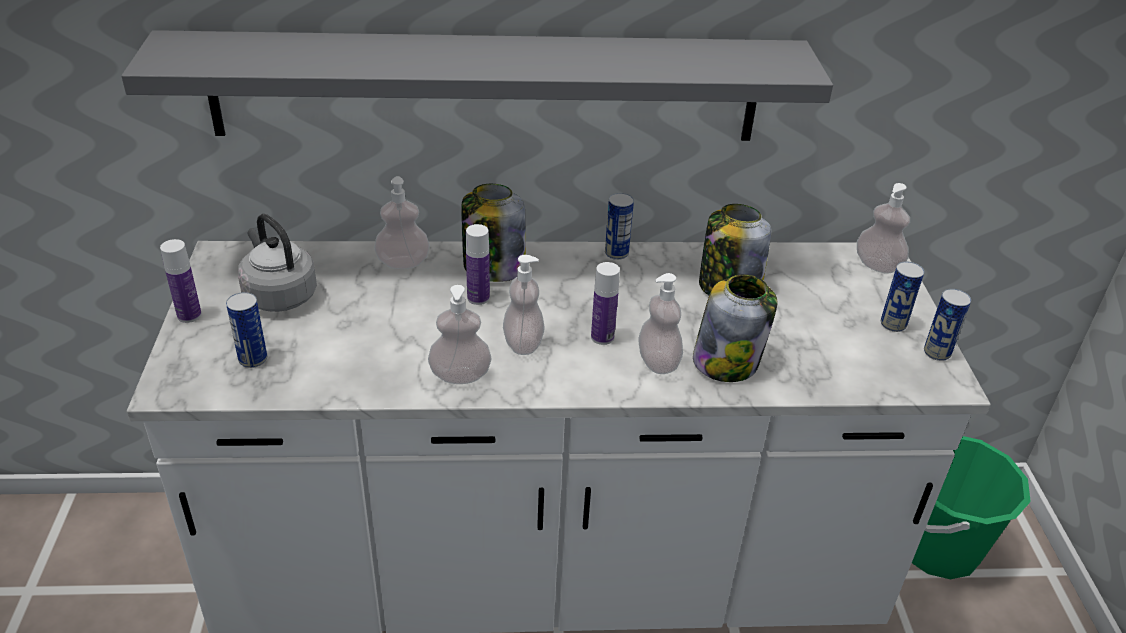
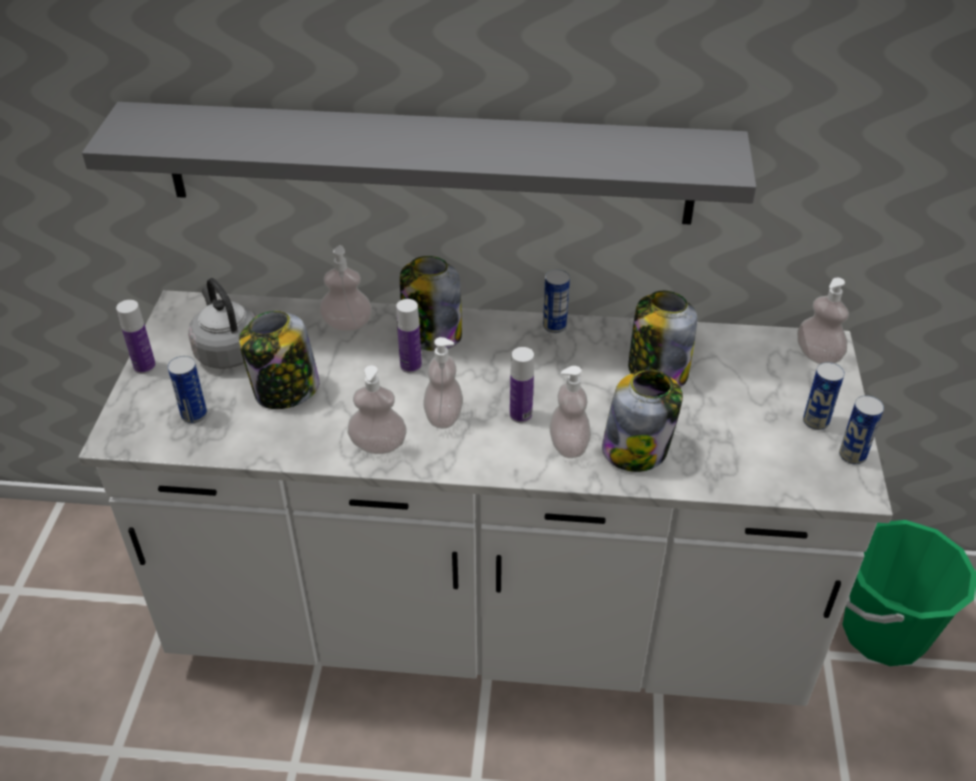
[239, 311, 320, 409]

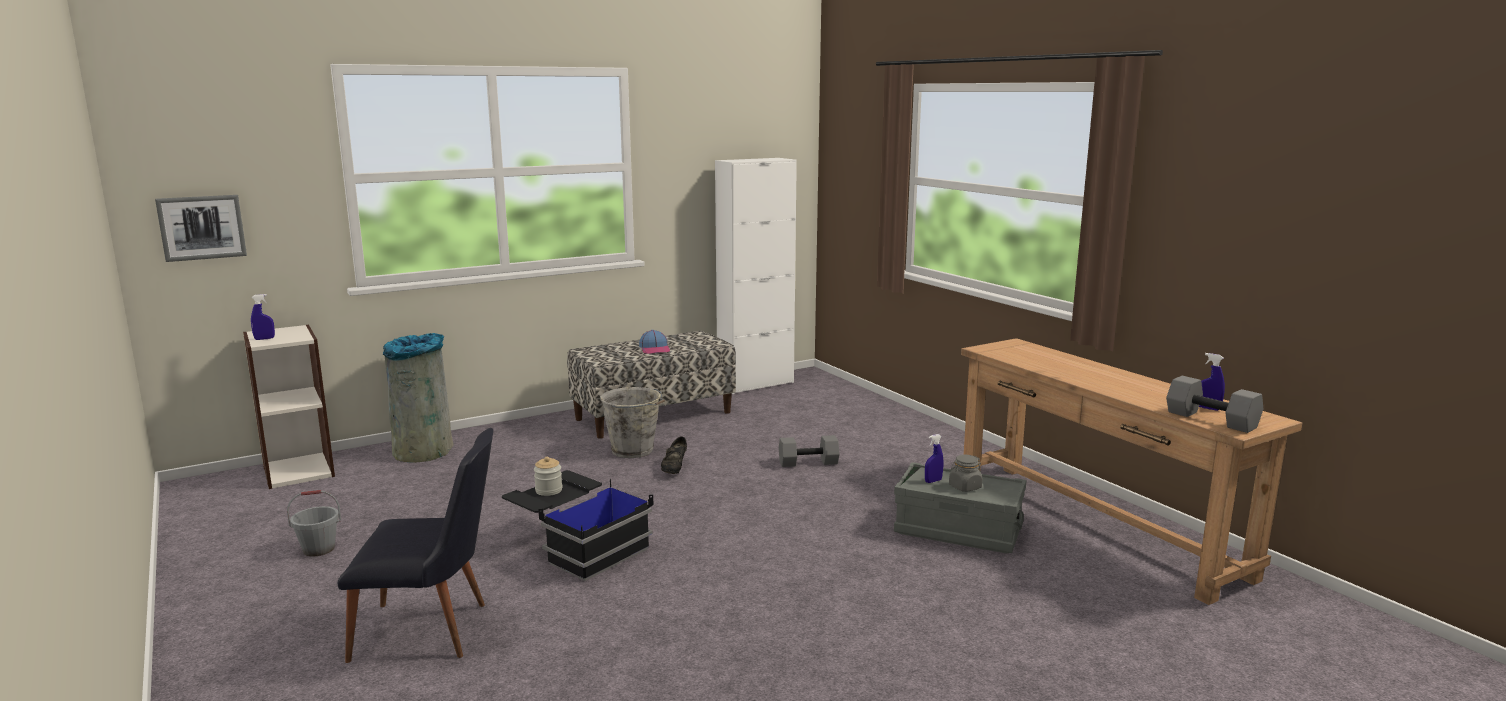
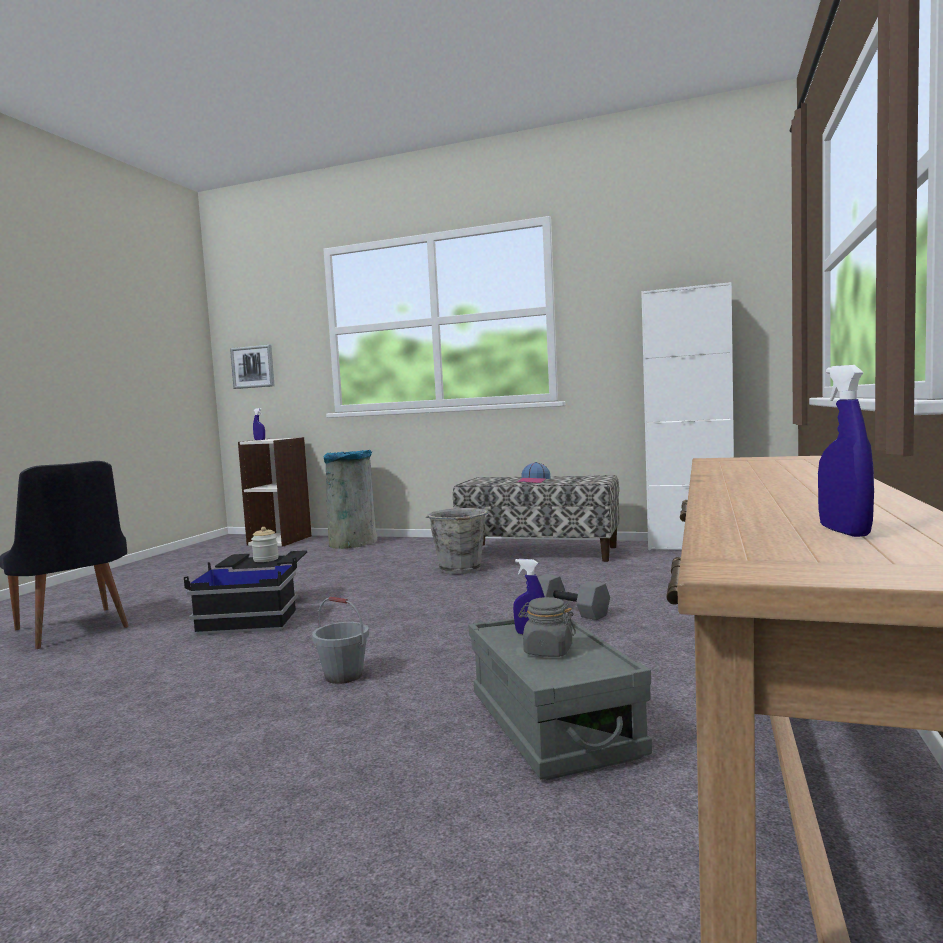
[312, 597, 369, 684]
[661, 436, 687, 474] (first image)
[1166, 376, 1263, 433] (first image)

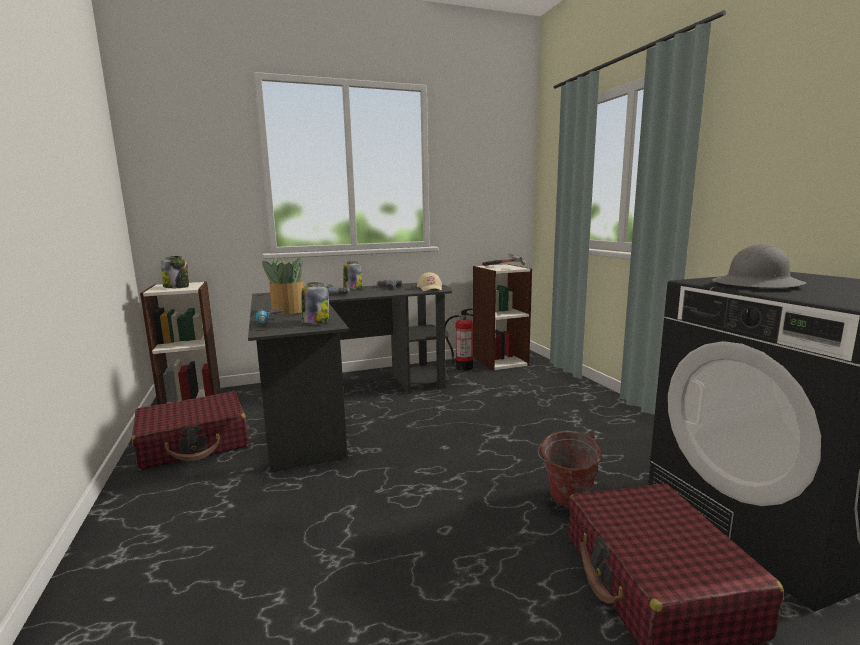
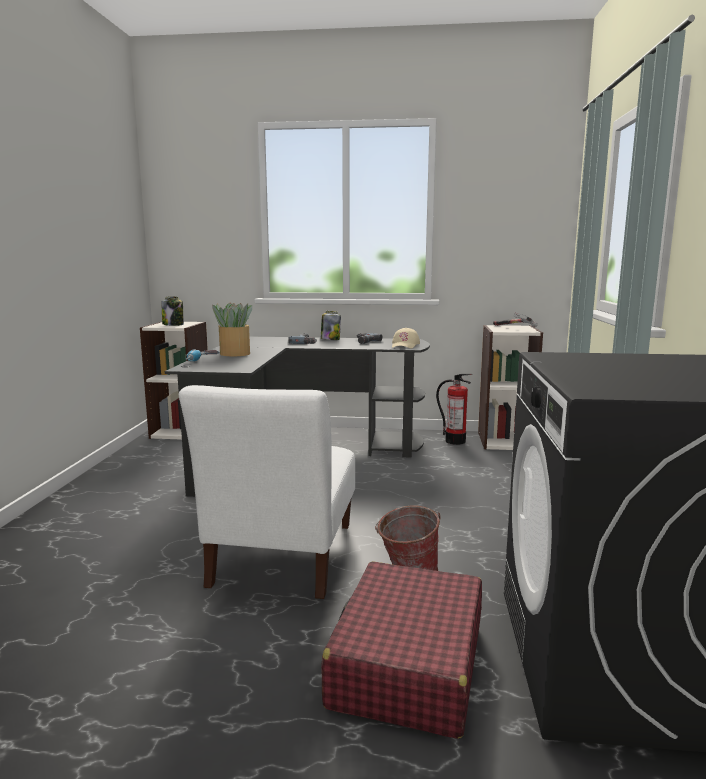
[179, 385, 355, 599]
[132, 392, 249, 470] (first image)
[302, 283, 329, 324] (first image)
[712, 244, 806, 288] (first image)

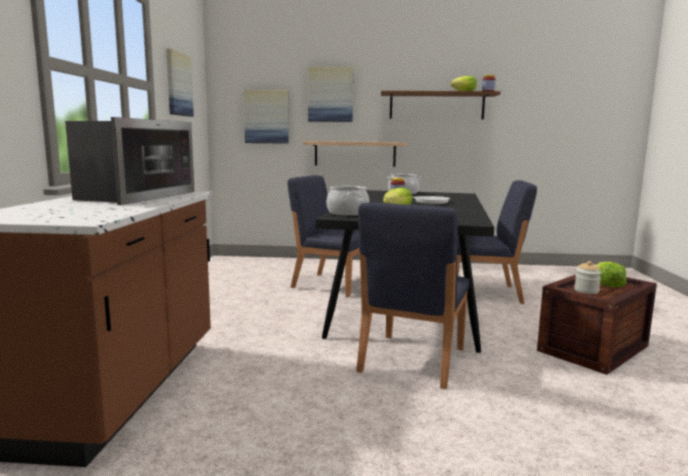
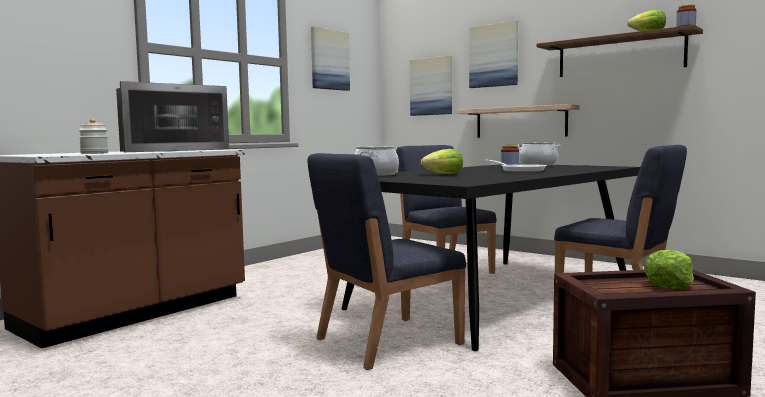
[79, 118, 109, 154]

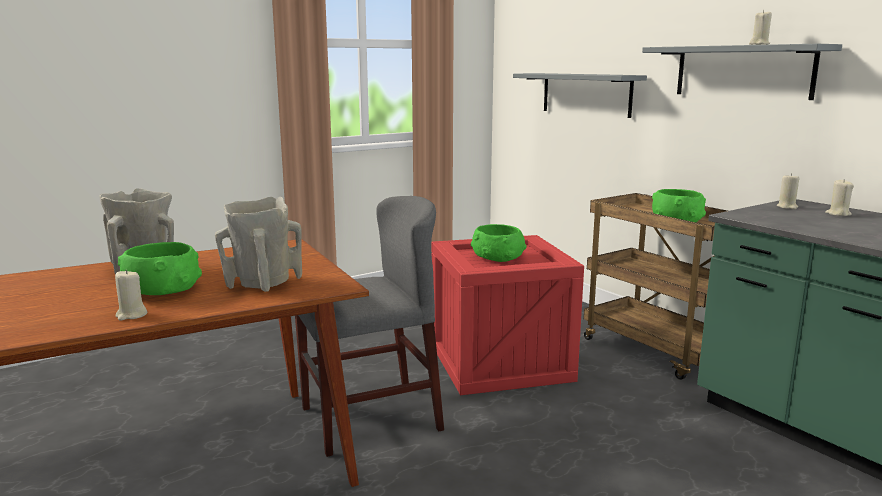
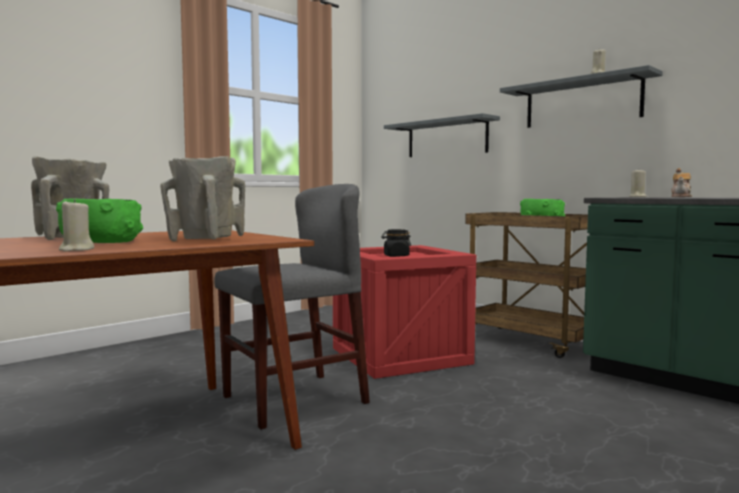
[381, 229, 411, 257]
[671, 168, 692, 197]

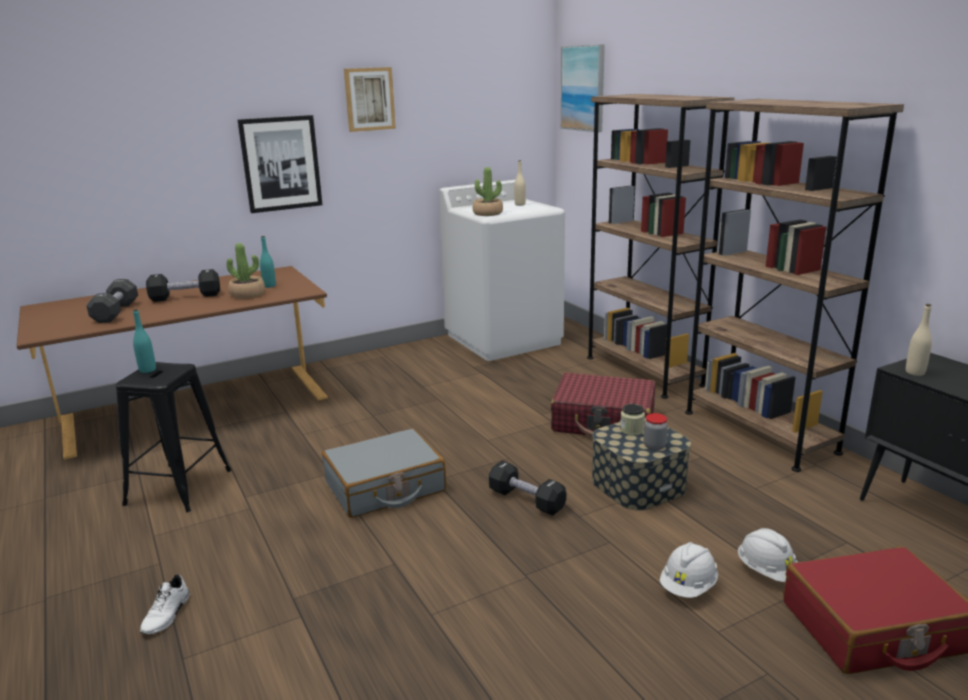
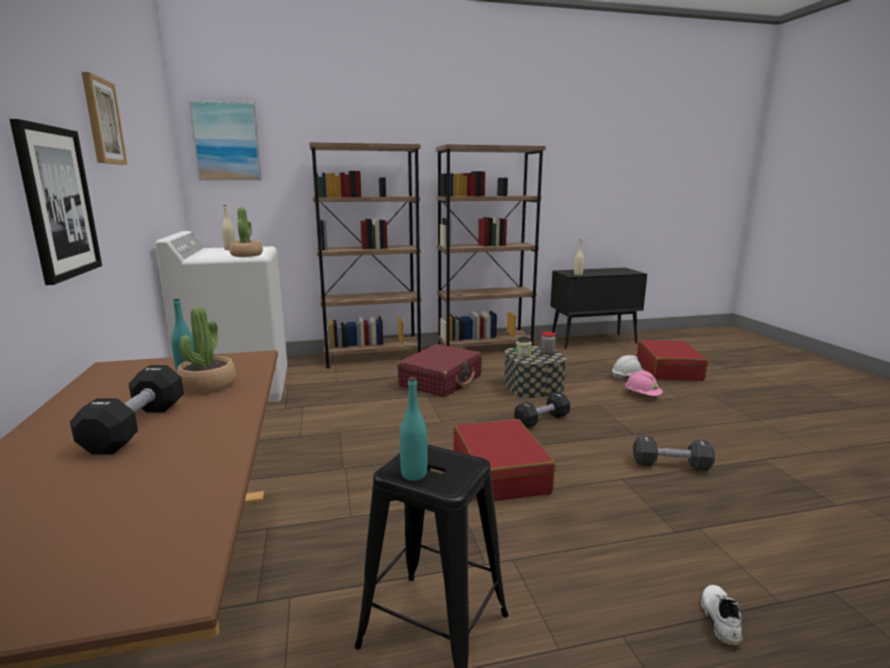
[453, 419, 556, 502]
[625, 371, 663, 396]
[633, 436, 715, 471]
[701, 584, 743, 647]

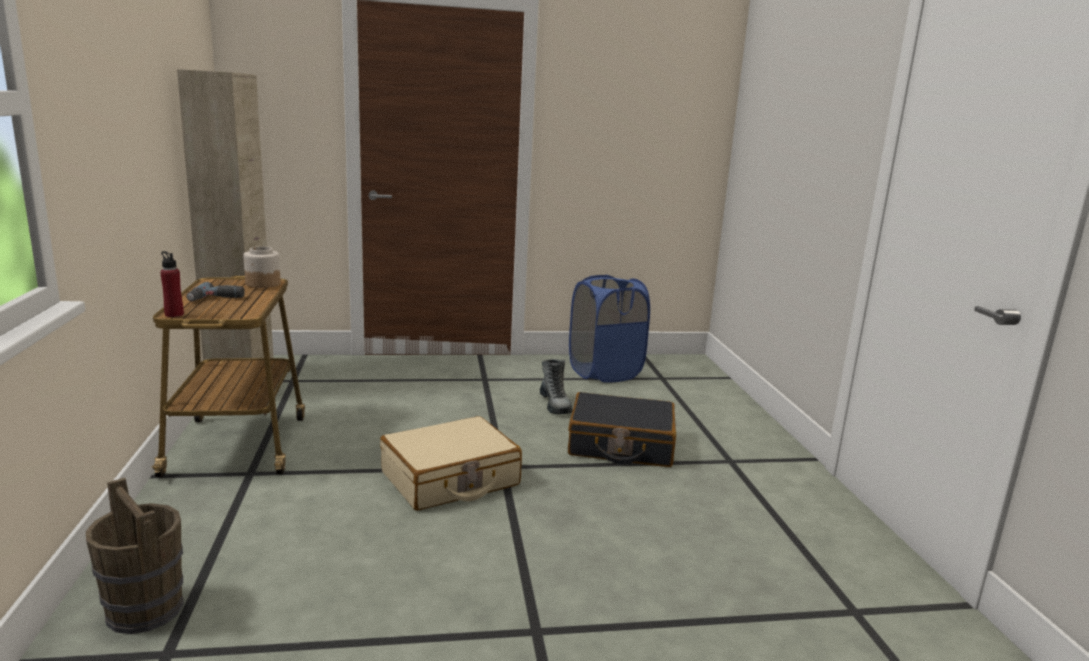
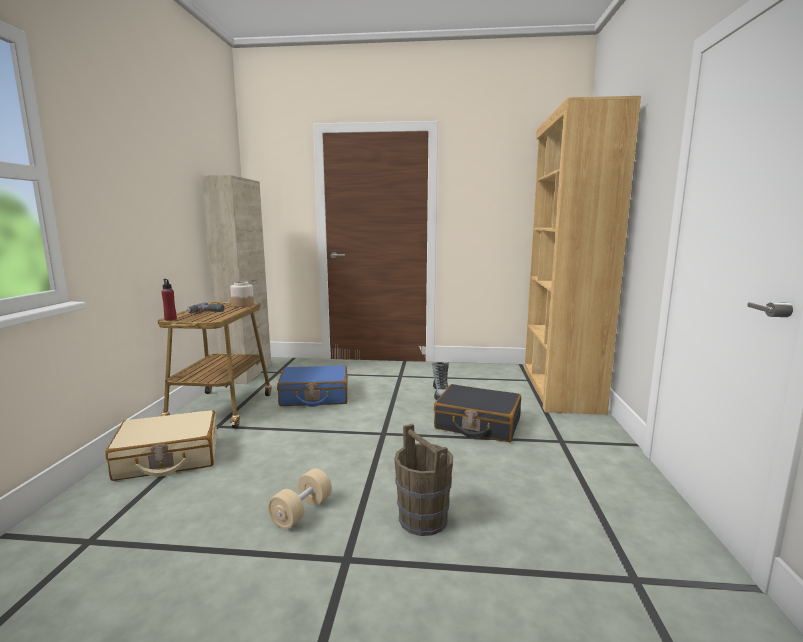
[105, 410, 217, 481]
[268, 468, 332, 529]
[277, 365, 348, 407]
[394, 424, 453, 536]
[525, 96, 641, 415]
[569, 275, 650, 383] (first image)

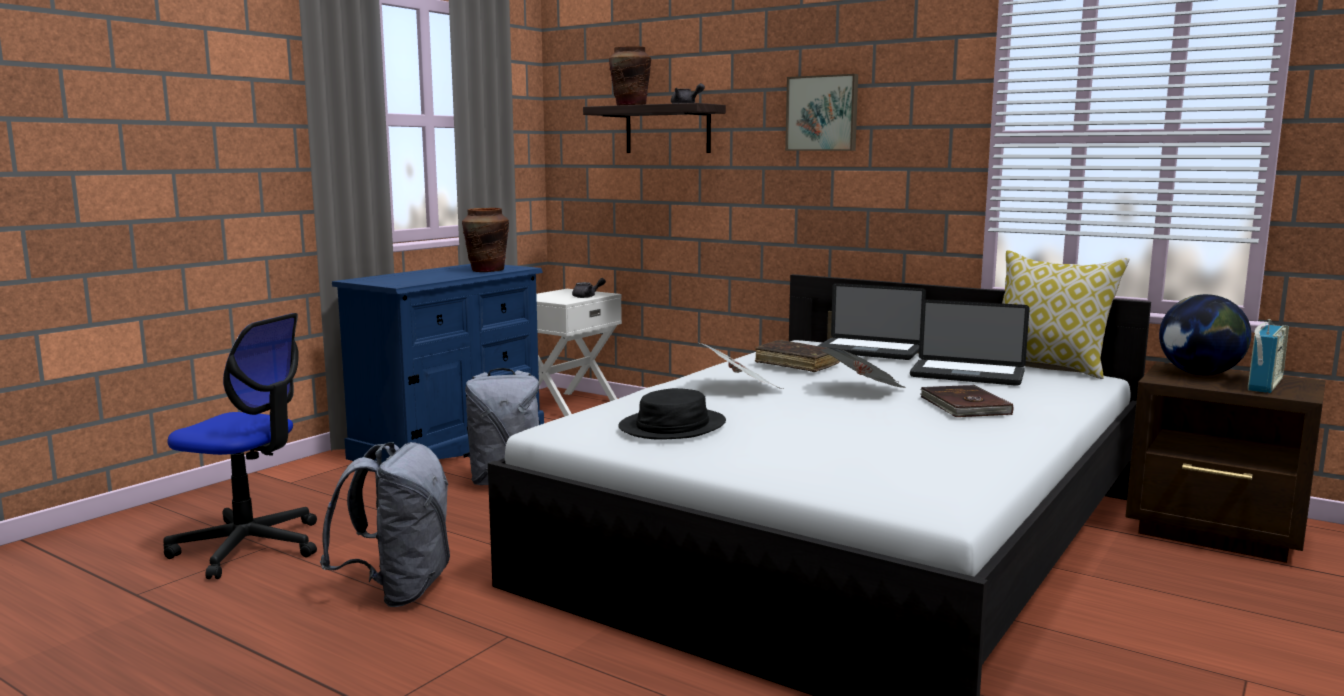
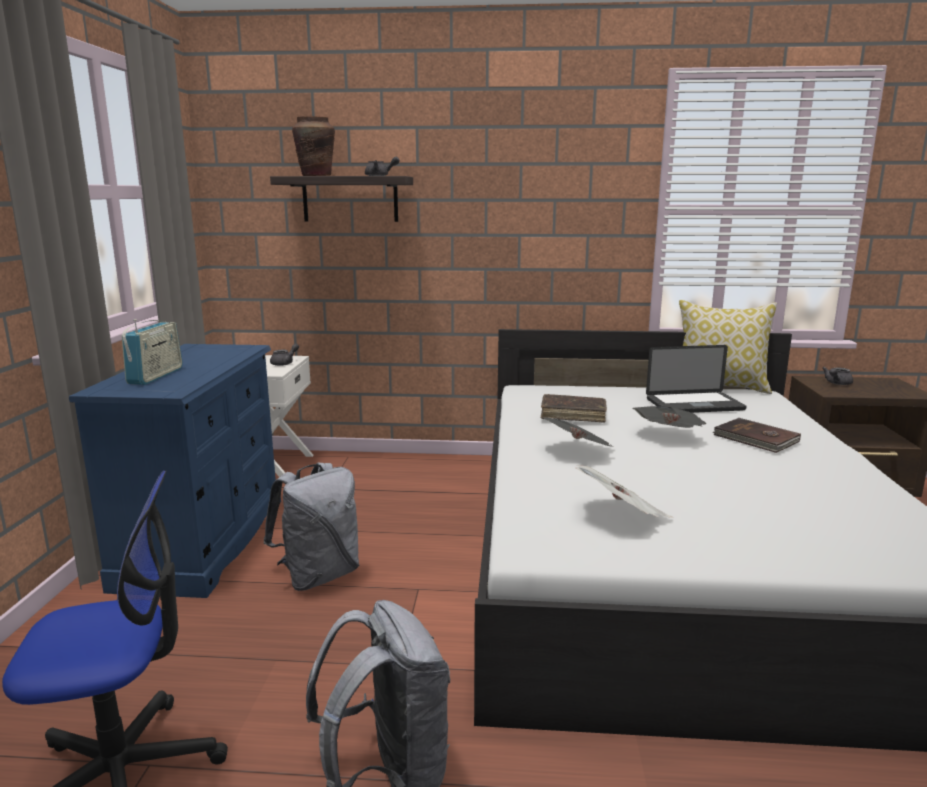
[122, 319, 183, 385]
[576, 465, 674, 518]
[822, 367, 853, 385]
[462, 208, 509, 272] (first image)
[785, 74, 858, 151] (first image)
[818, 283, 926, 360] (first image)

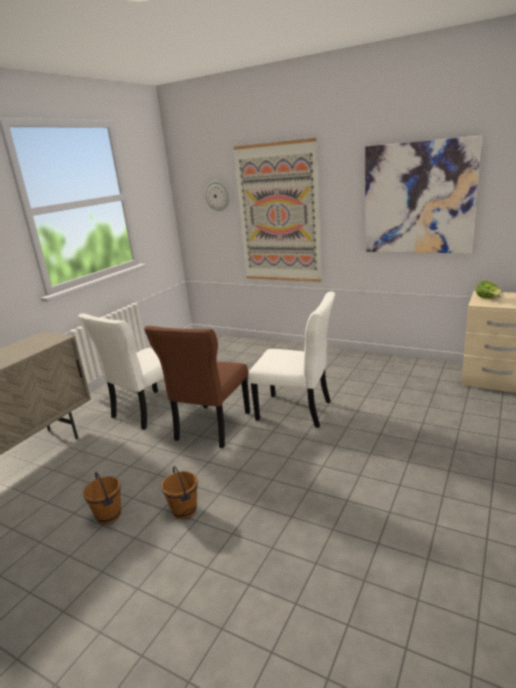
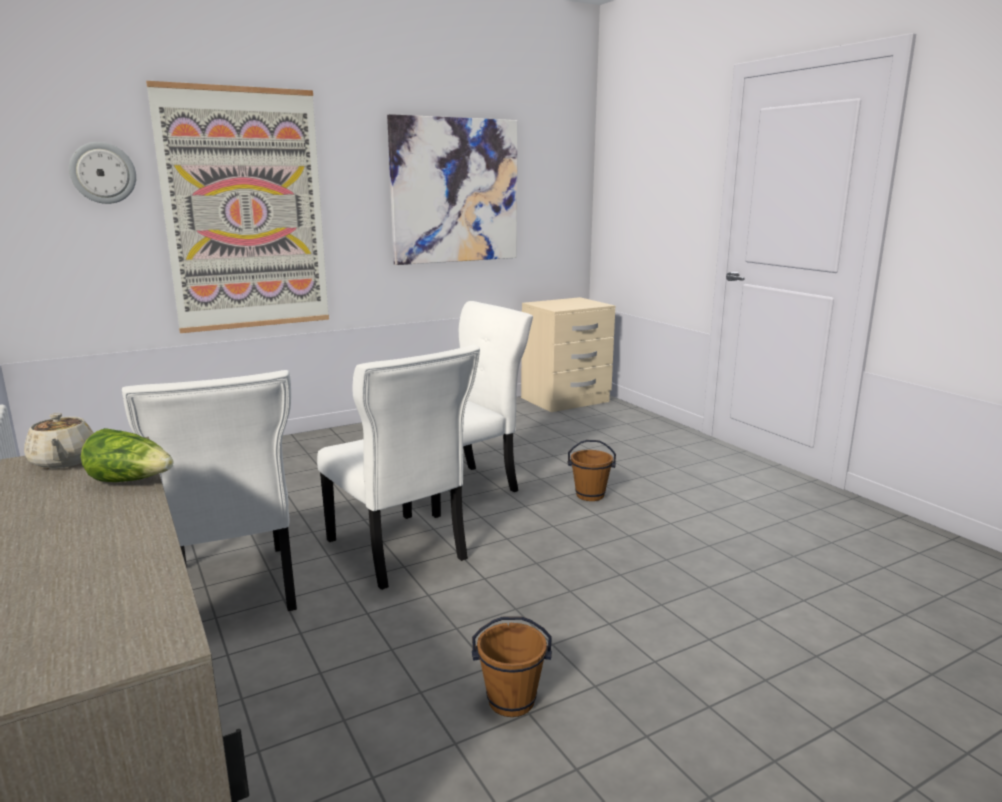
[24, 413, 94, 469]
[81, 428, 173, 482]
[317, 345, 480, 590]
[568, 440, 616, 501]

